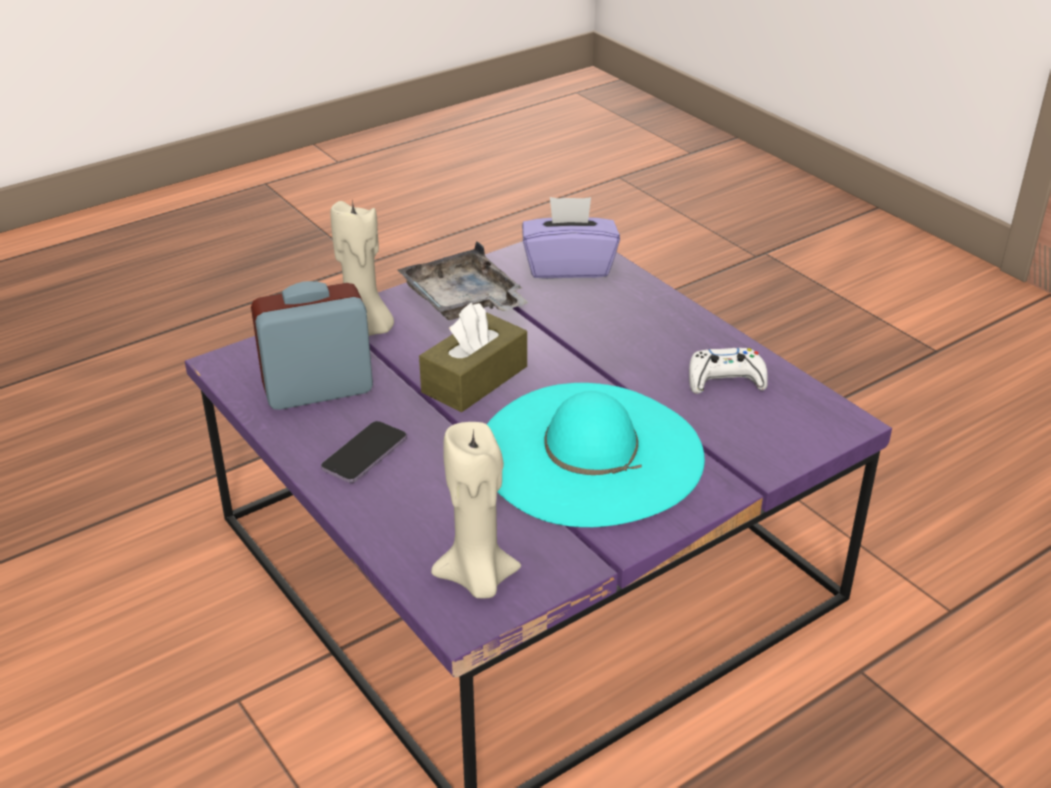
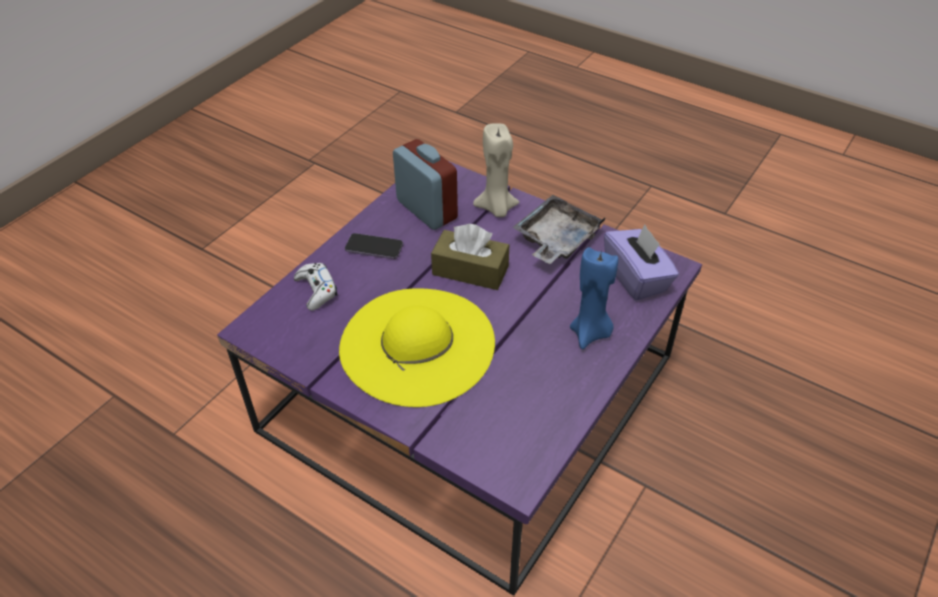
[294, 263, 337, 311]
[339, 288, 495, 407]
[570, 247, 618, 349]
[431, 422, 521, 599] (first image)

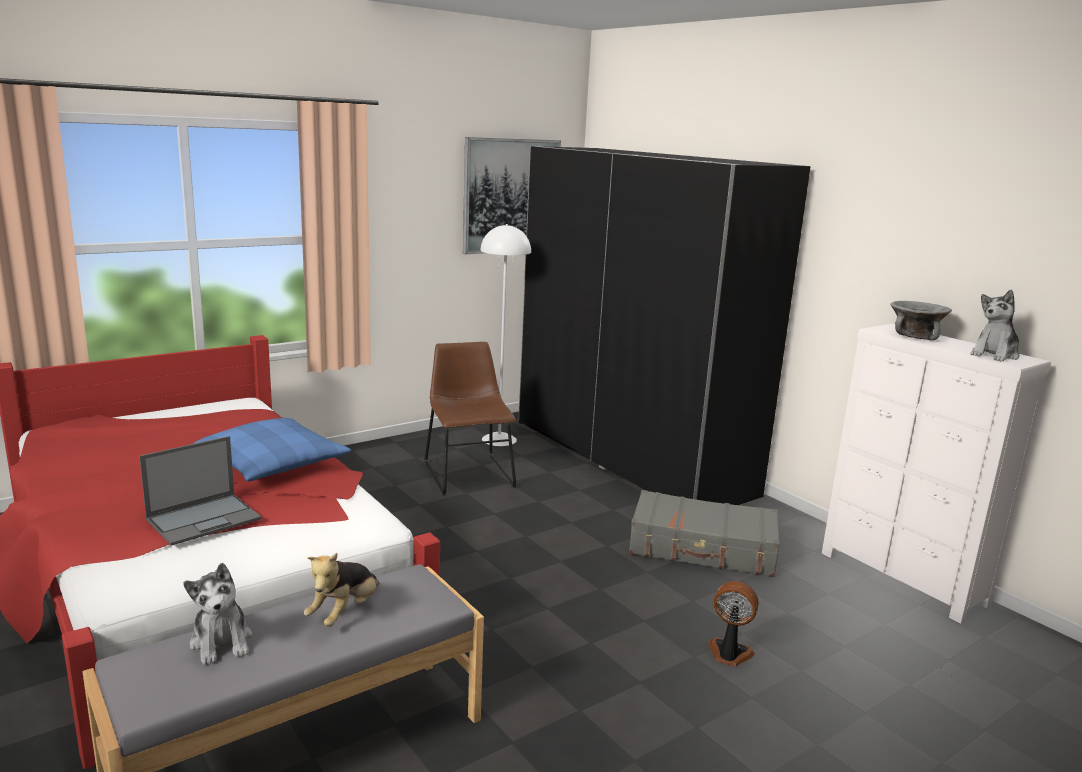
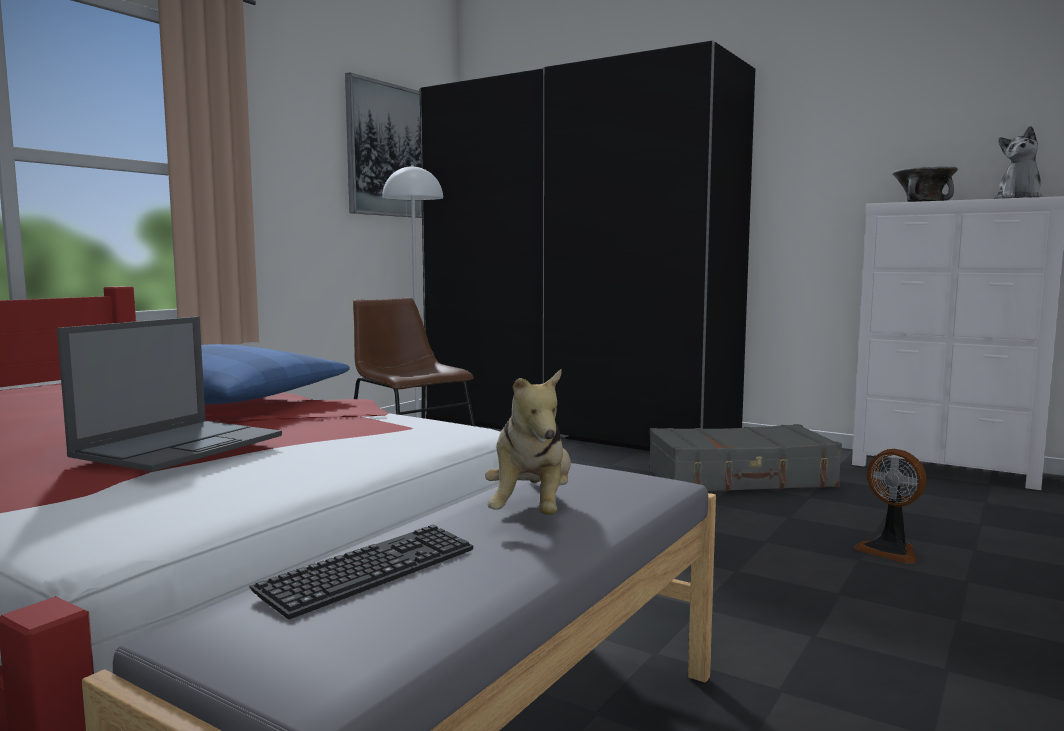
[249, 525, 473, 620]
[854, 449, 927, 564]

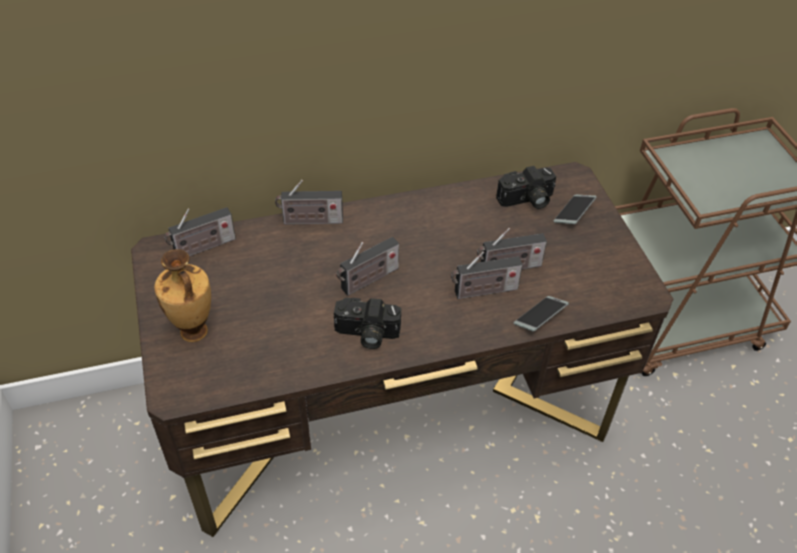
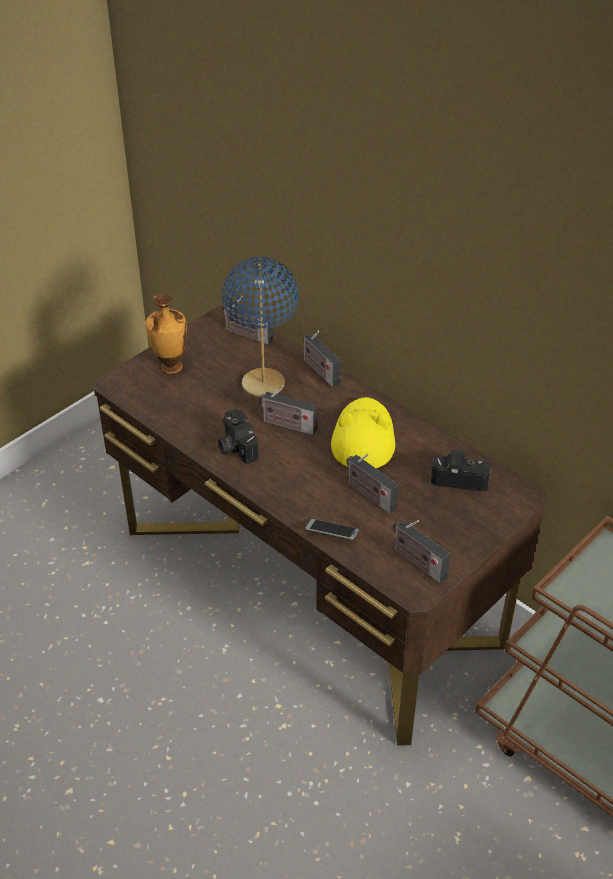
[222, 257, 299, 397]
[331, 397, 395, 468]
[393, 520, 450, 583]
[431, 450, 491, 491]
[553, 194, 597, 224] (first image)

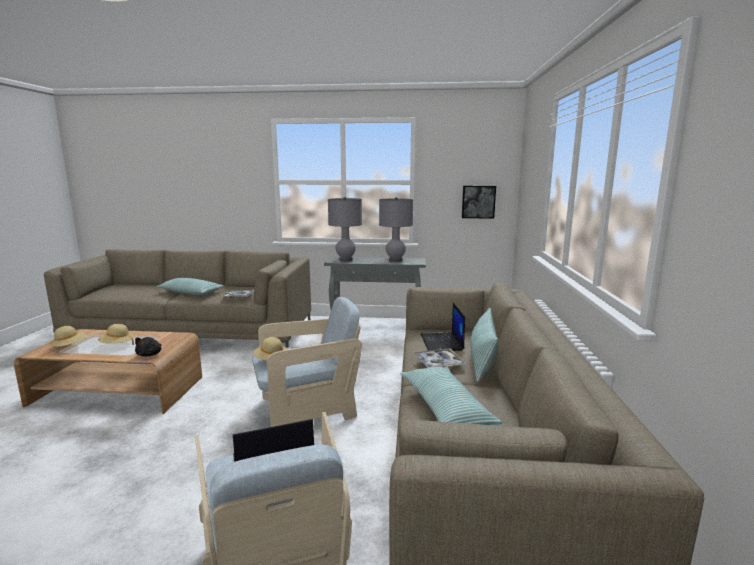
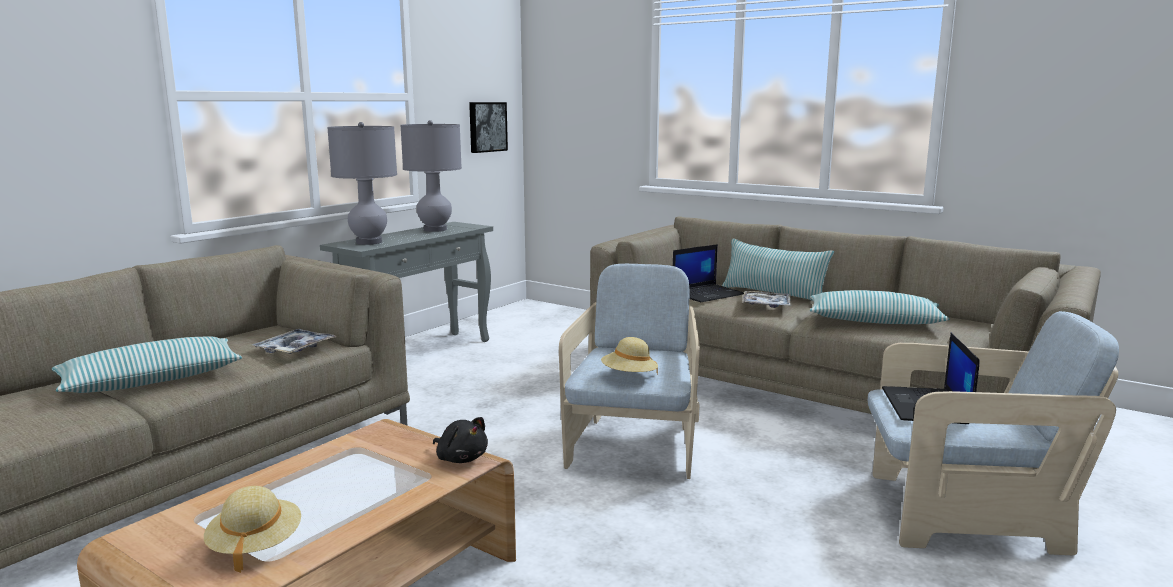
[673, 244, 744, 302]
[98, 324, 134, 345] (first image)

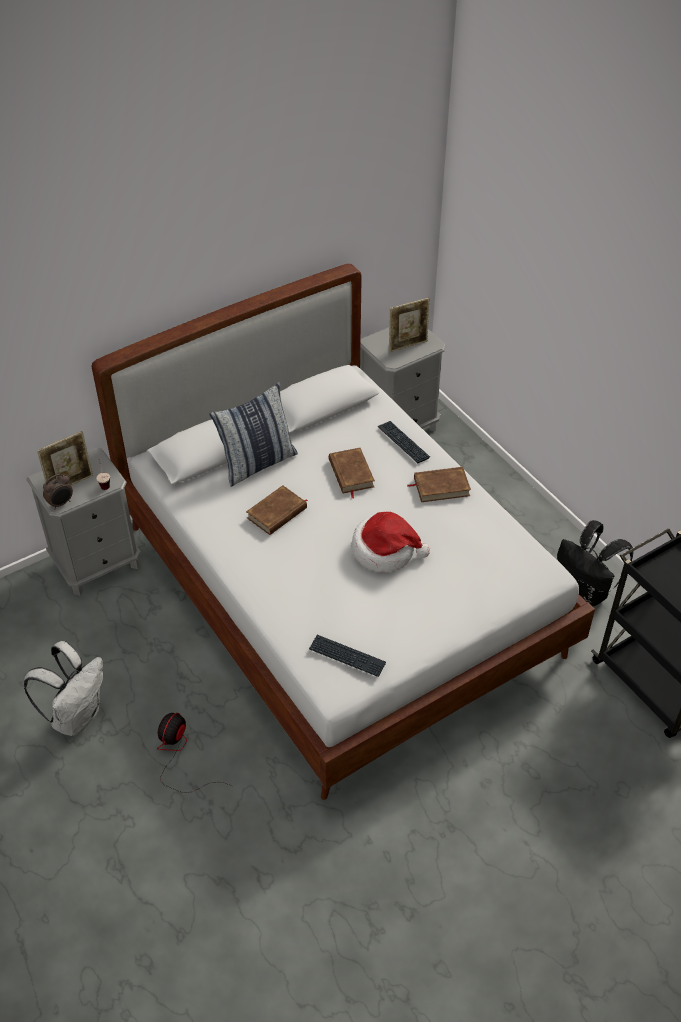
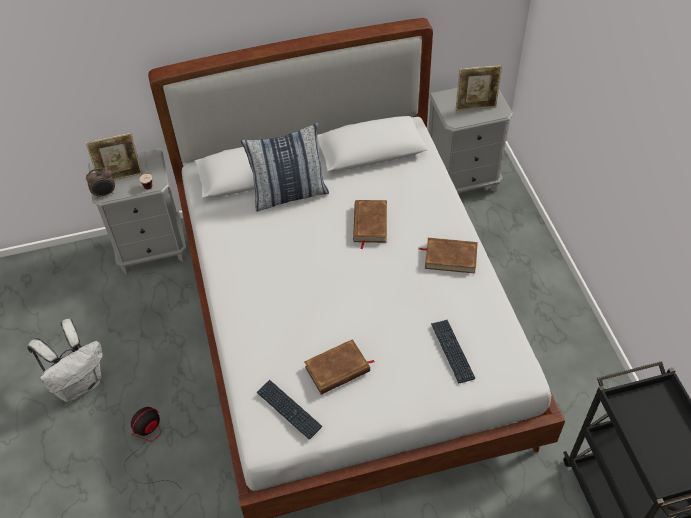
[305, 339, 374, 395]
[431, 320, 475, 383]
[352, 512, 430, 572] (first image)
[557, 520, 634, 607] (first image)

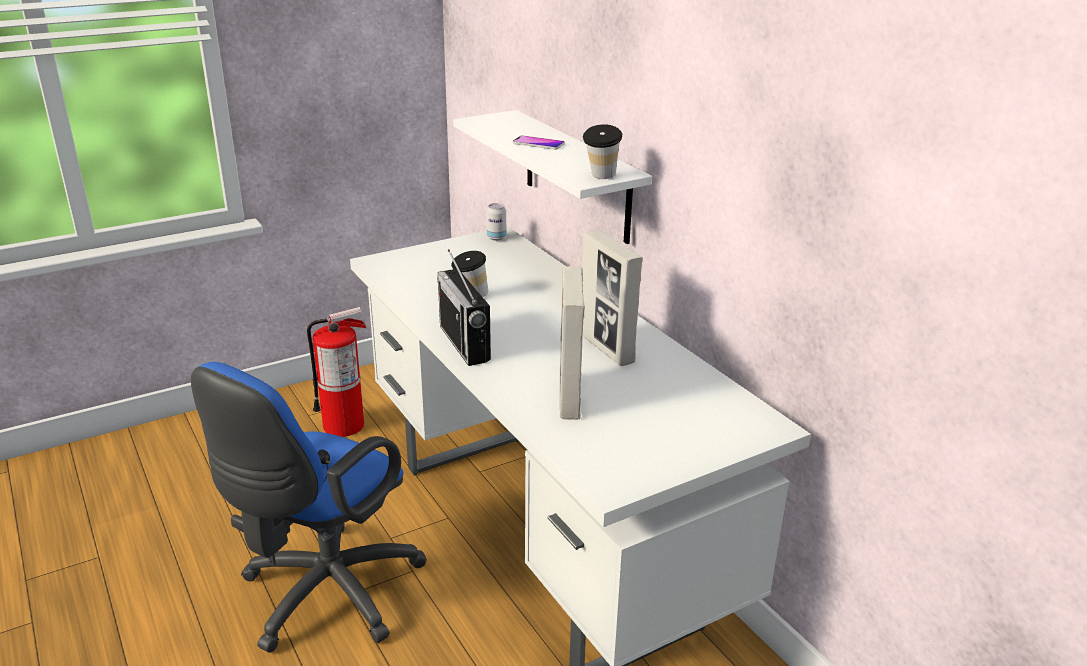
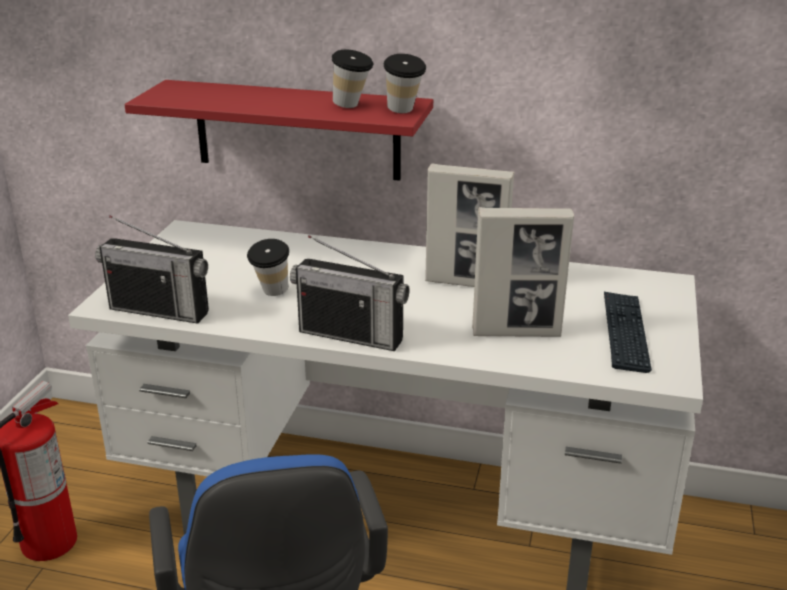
[95, 215, 209, 324]
[125, 80, 433, 181]
[332, 50, 373, 108]
[472, 207, 574, 337]
[604, 292, 652, 373]
[486, 203, 506, 241] (first image)
[513, 135, 565, 150] (first image)

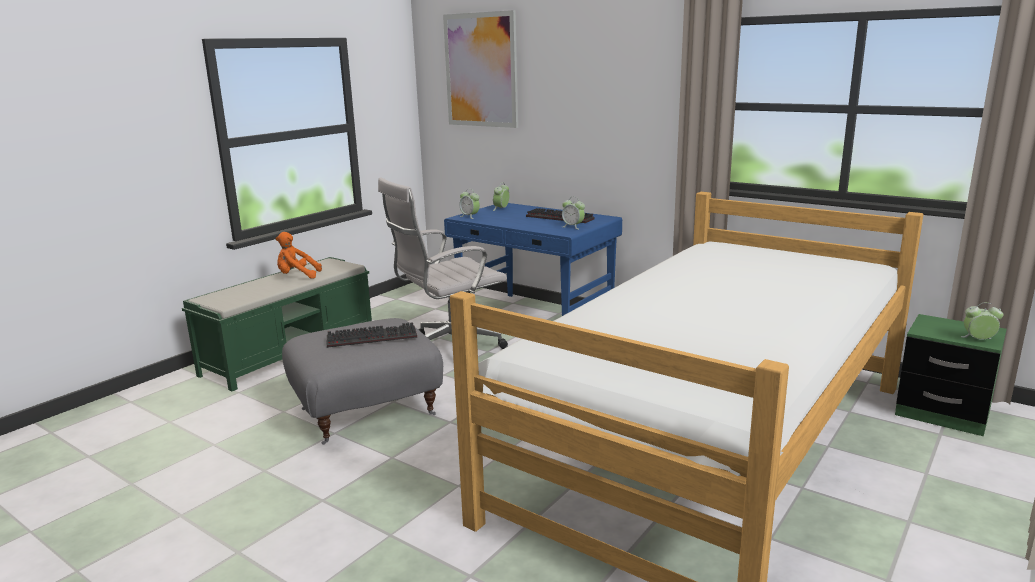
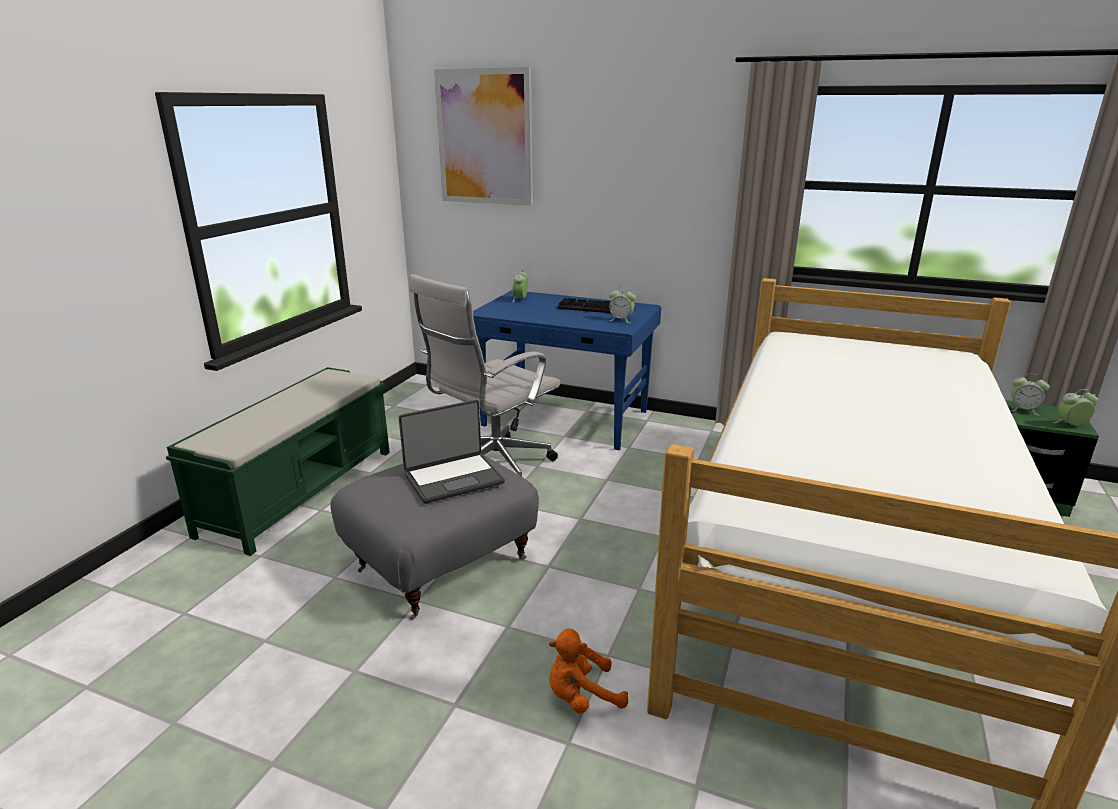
[399, 400, 505, 504]
[549, 629, 628, 713]
[1010, 374, 1050, 416]

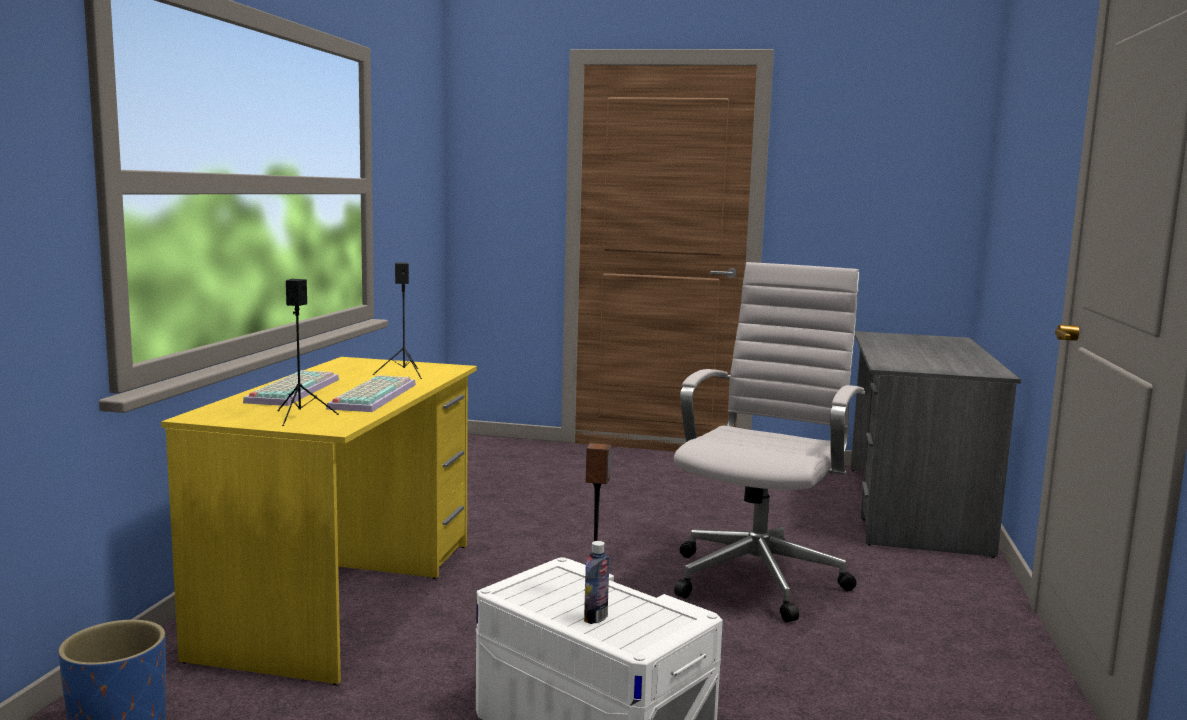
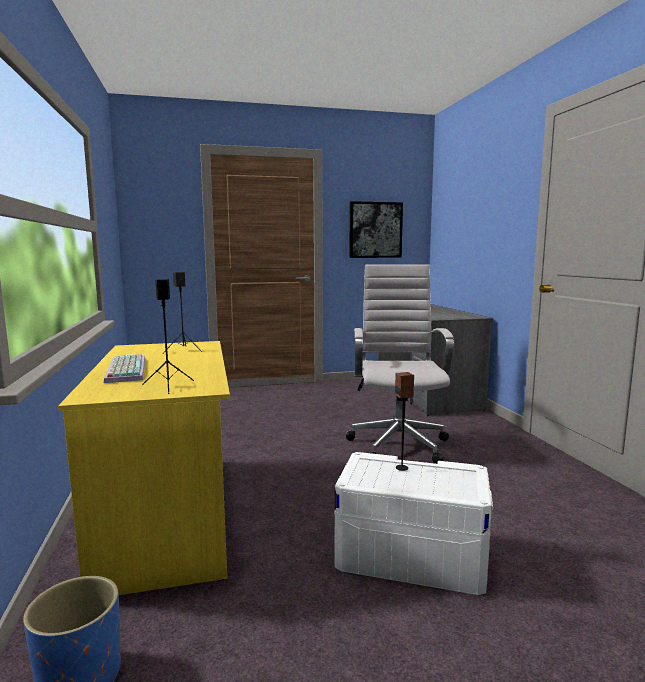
[349, 201, 403, 258]
[326, 375, 416, 412] (first image)
[584, 541, 609, 624] (first image)

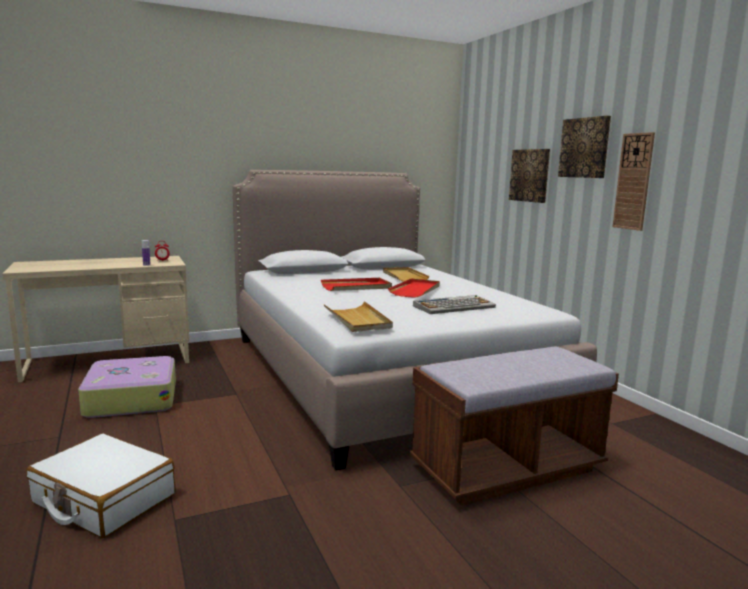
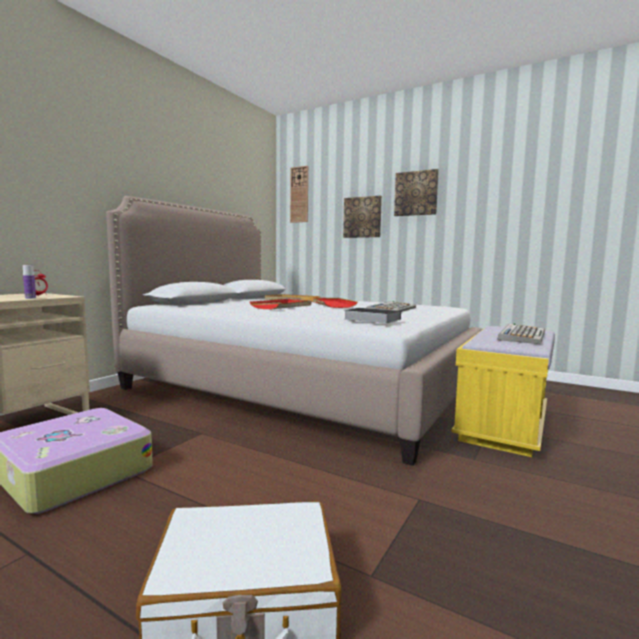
[290, 166, 308, 223]
[344, 308, 401, 323]
[451, 326, 555, 457]
[497, 324, 545, 344]

